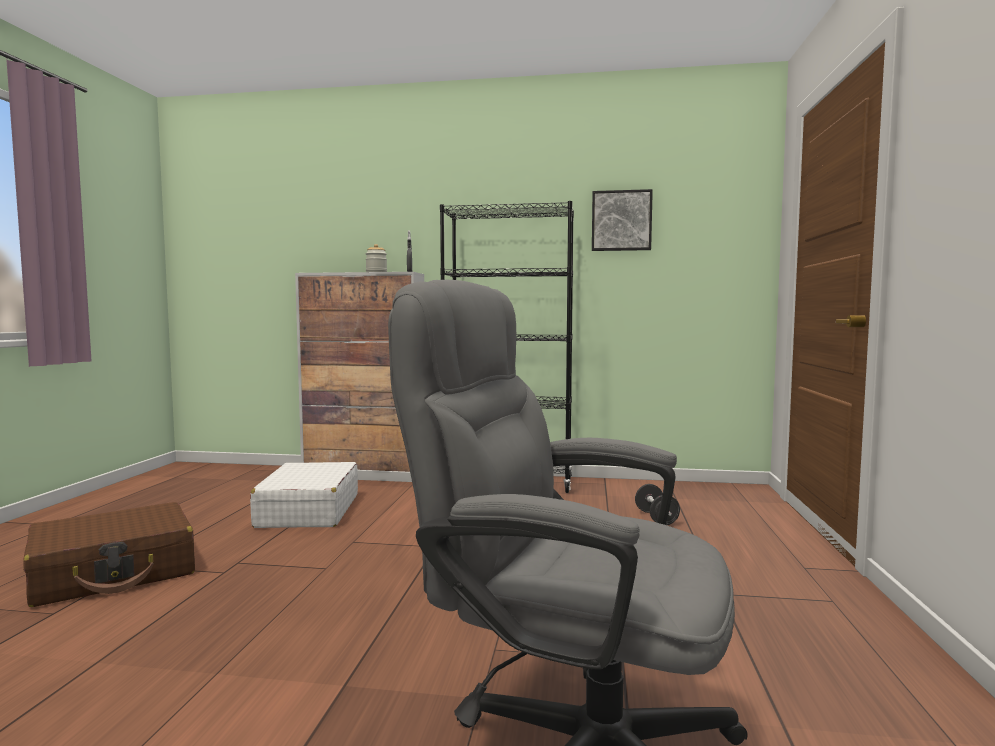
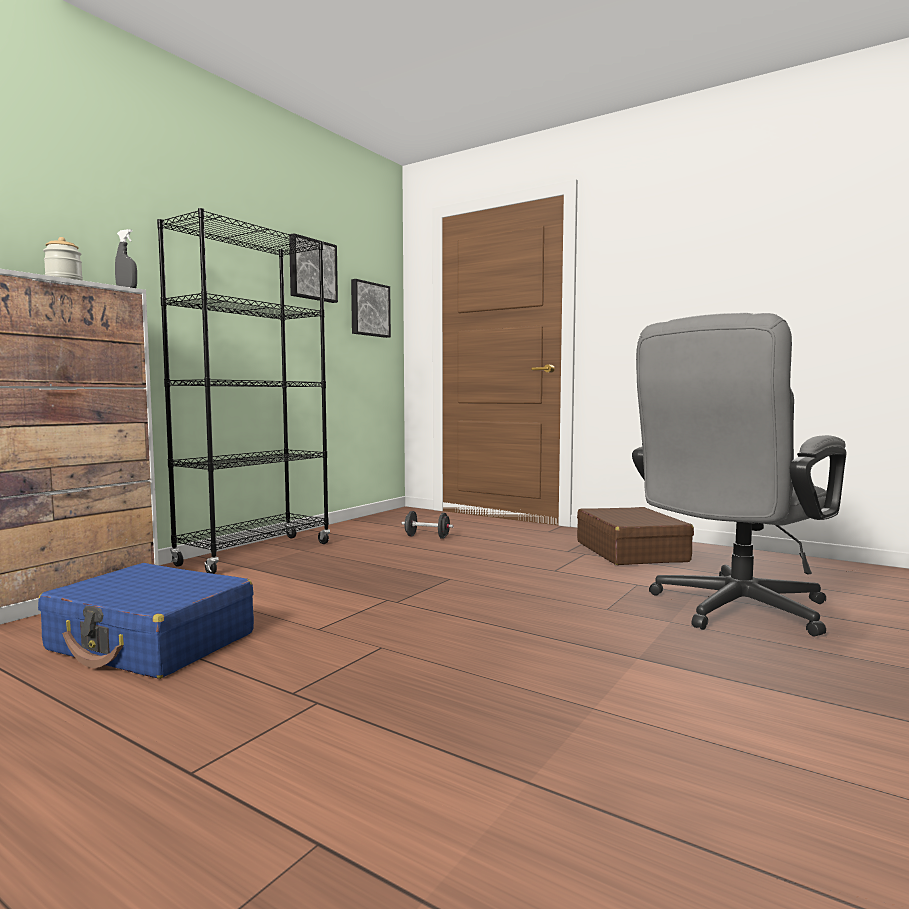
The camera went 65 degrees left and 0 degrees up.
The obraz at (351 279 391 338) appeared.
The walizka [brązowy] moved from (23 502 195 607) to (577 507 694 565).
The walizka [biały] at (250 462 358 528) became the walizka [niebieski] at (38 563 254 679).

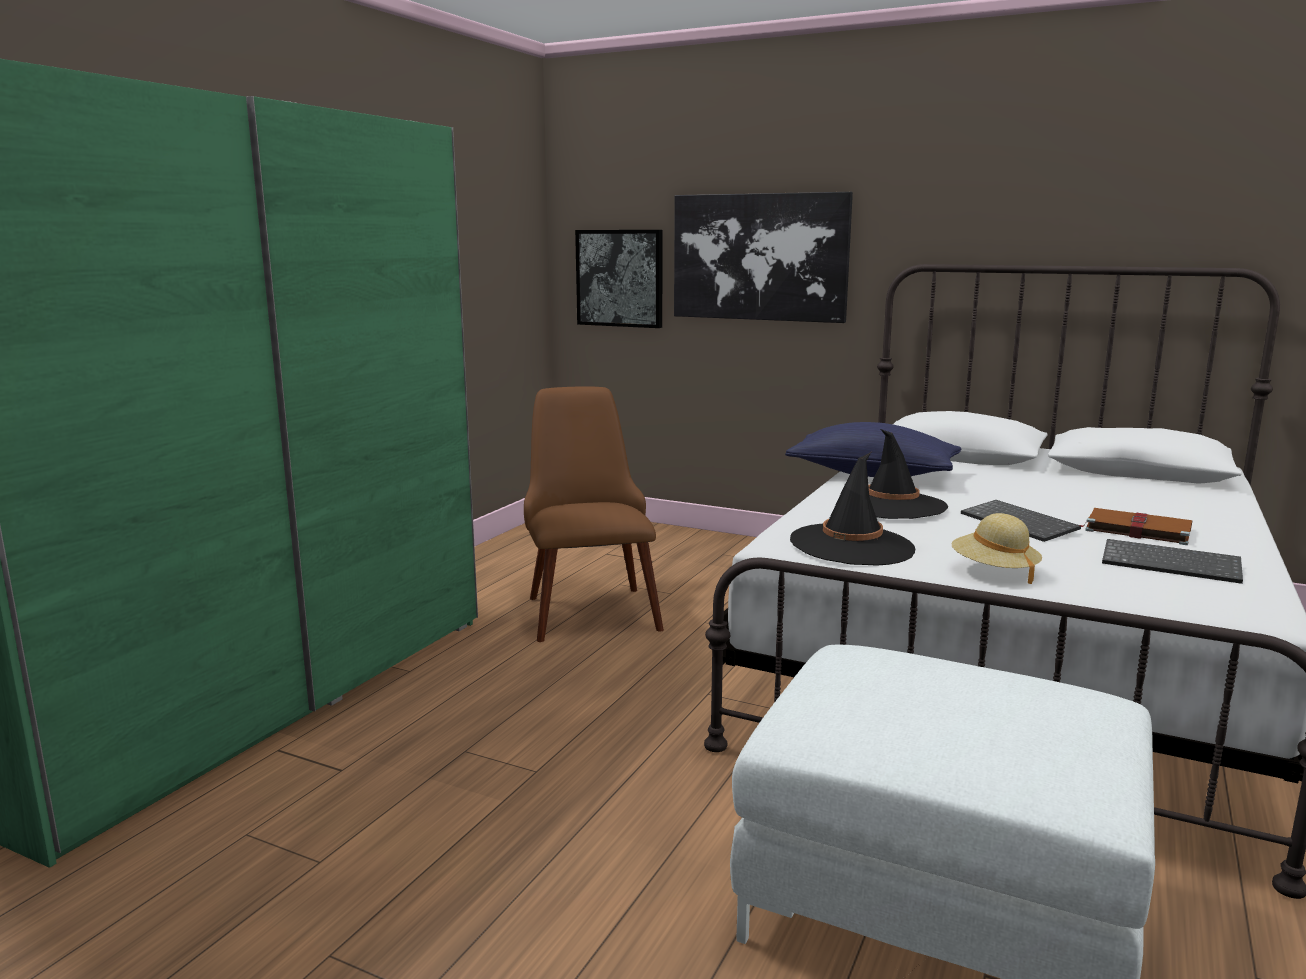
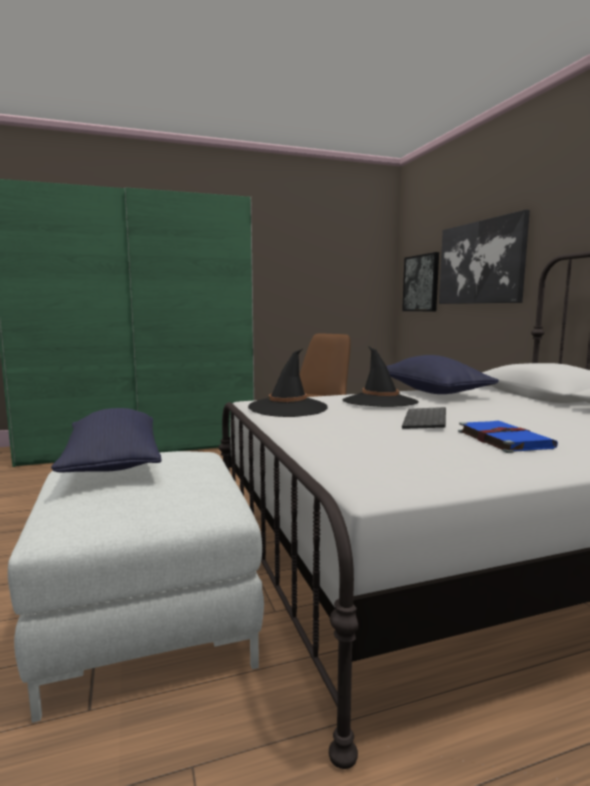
The camera went 45 degrees right and 5 degrees down.
The kapelusz [beżowy] at (951 513 1042 584) disappeared.
The klawiatura at (1102 539 1243 584) disappeared.
The poduszka [niebieski] at (51 408 161 473) appeared.
The książka [brązowy] at (1080 508 1192 545) became the książka [niebieski] at (458 421 558 453).

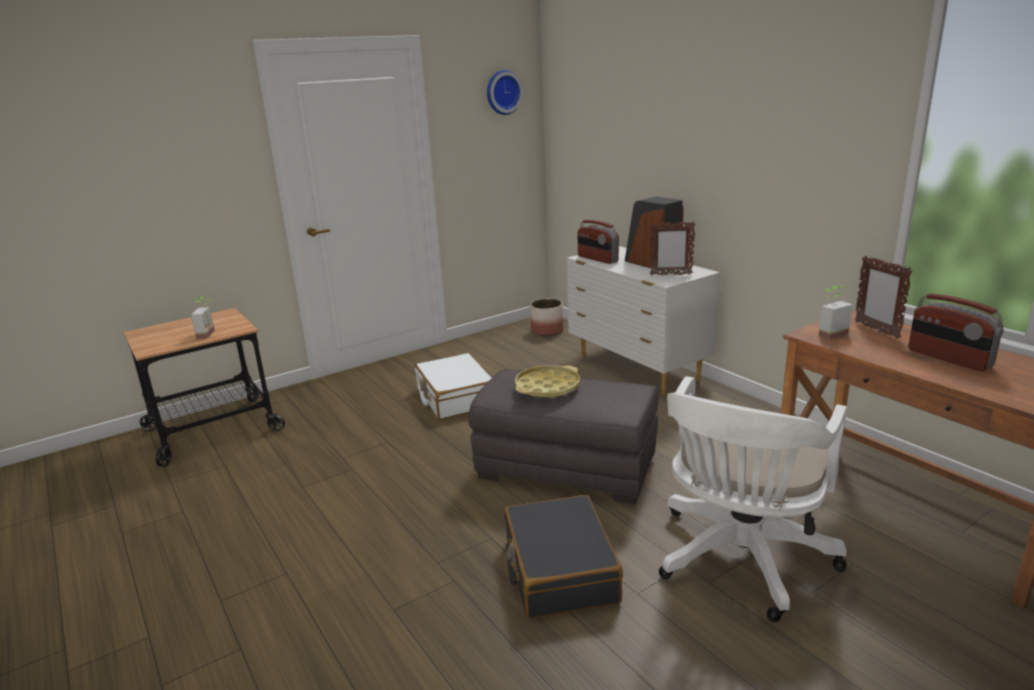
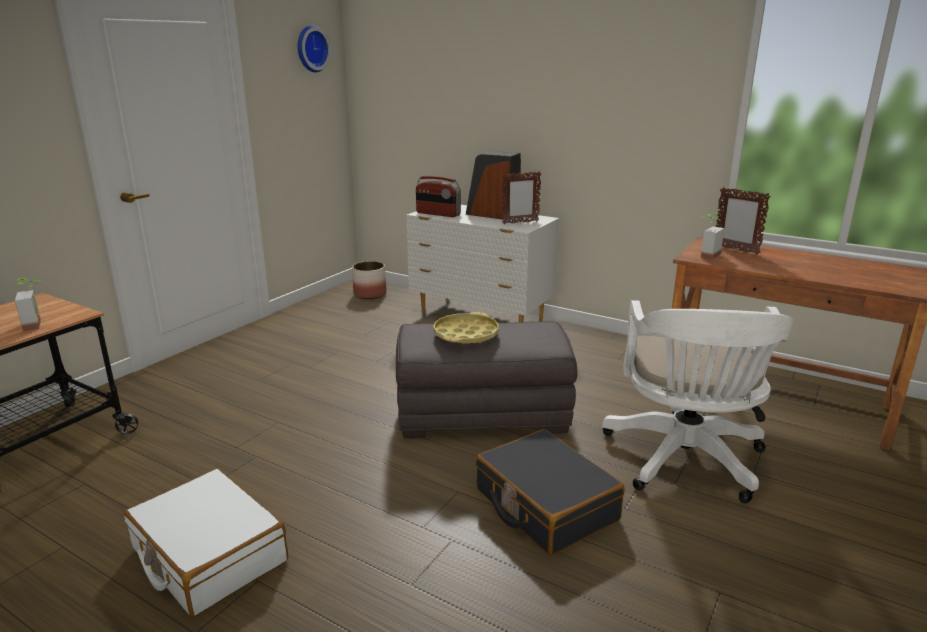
The camera went 25 degrees left and 0 degrees up.
The radio at (909 294 1004 372) disappeared.
The walizka [biały] moved from (415 353 492 420) to (124 468 288 617).

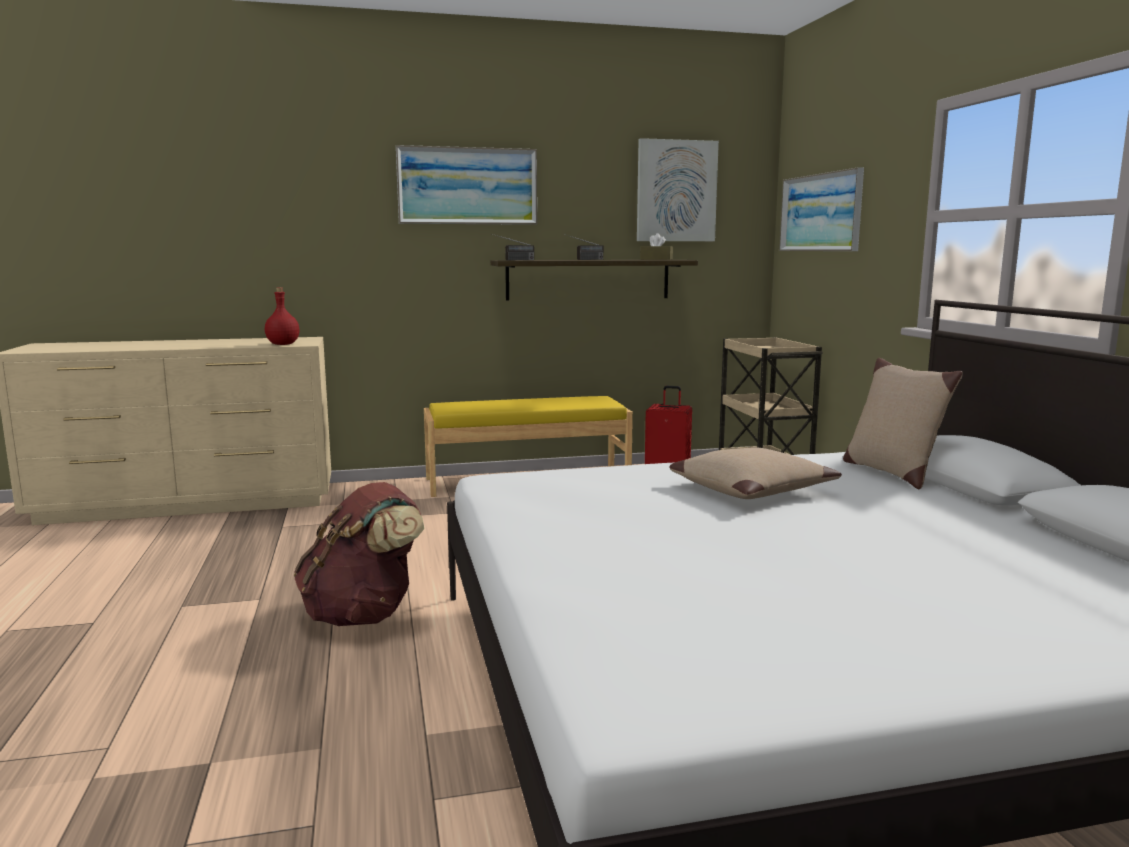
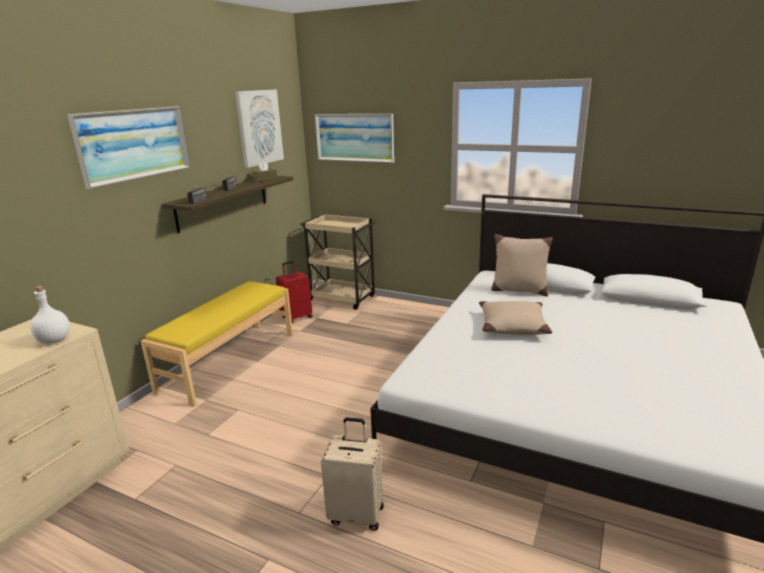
The camera went 50 degrees left and 10 degrees up.
The plecak [brązowy] at (294 482 424 626) was replaced by the walizka [beżowy] at (321 417 384 531).
The butelka [czerwony] at (265 287 299 345) became the butelka [biały] at (30 286 70 344).

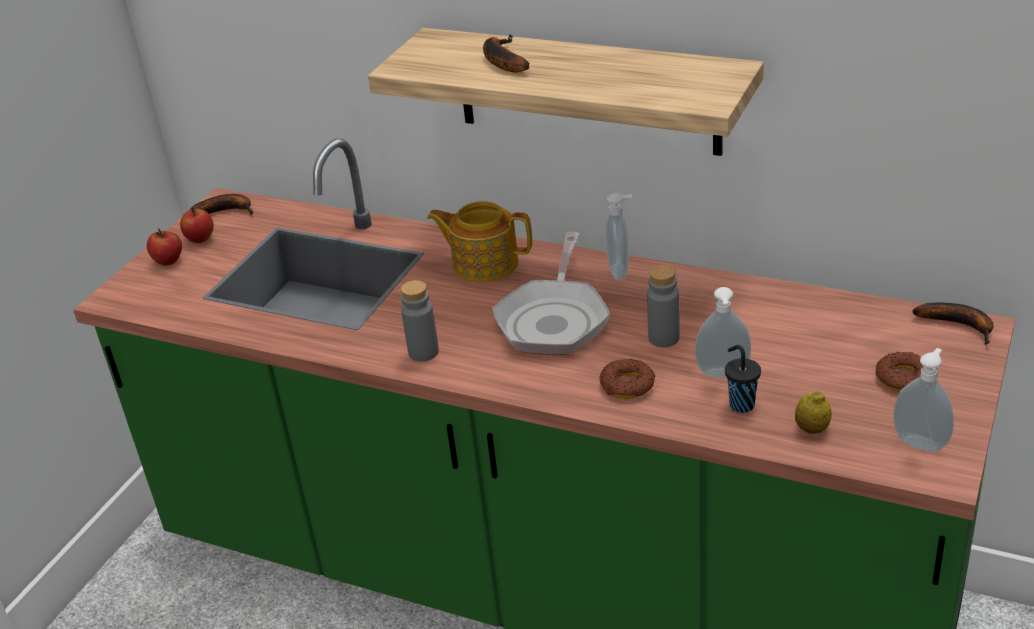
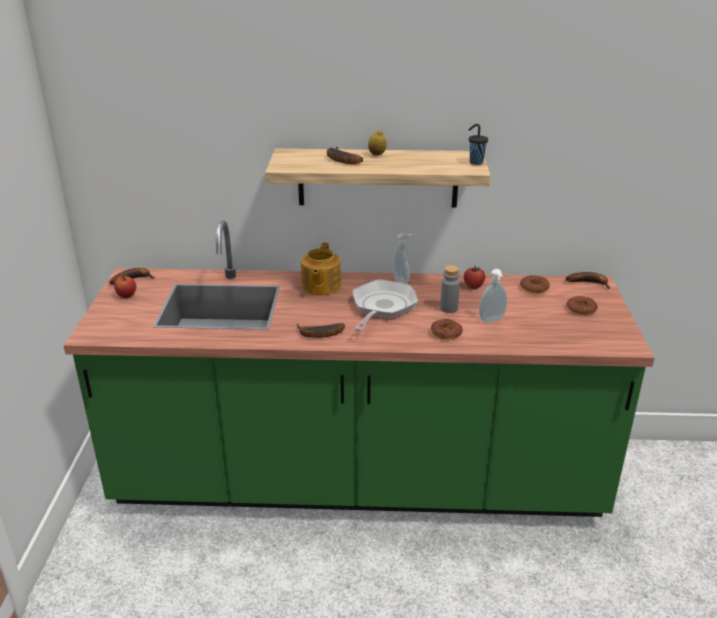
The camera went 25 degrees left and 5 degrees down.
The dozownik mydła at (893 348 954 452) disappeared.
The donut at (520 275 550 293) appeared.
The jabłko moved from (147 228 182 266) to (464 266 485 289).
The filiżanka [czarny] moved from (725 345 761 413) to (468 124 488 165).
The cytryna moved from (795 391 832 434) to (368 130 386 155).
The butelka [szary] at (401 280 439 362) was replaced by the banan at (297 323 345 338).
The imbryk at (427 201 532 282) turned 75 degrees counterclockwise.
The patelnia at (492 232 610 355) turned 150 degrees counterclockwise.

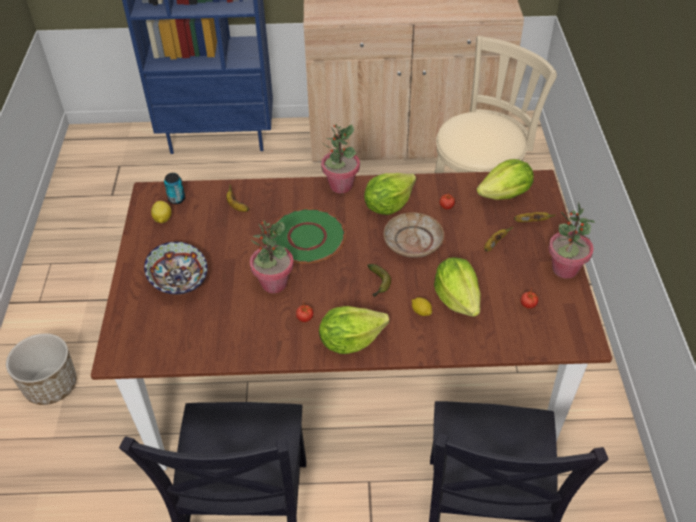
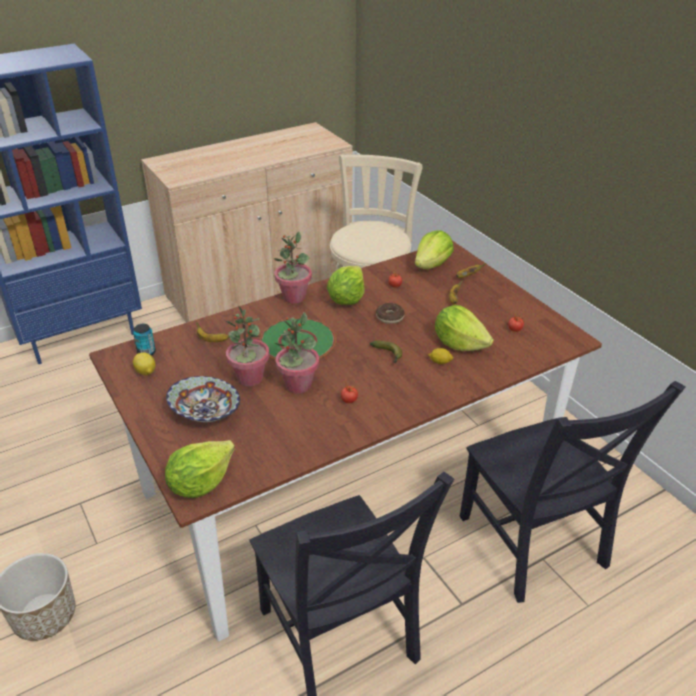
The camera went 30 degrees left and 10 degrees down.
The sałata moved from (319 306 389 354) to (165 440 235 498).
The roślina doniczkowa moved from (548 202 595 279) to (225 305 270 386).
The talerz [beżowy] at (384 212 444 258) was replaced by the donut at (376 303 405 324).

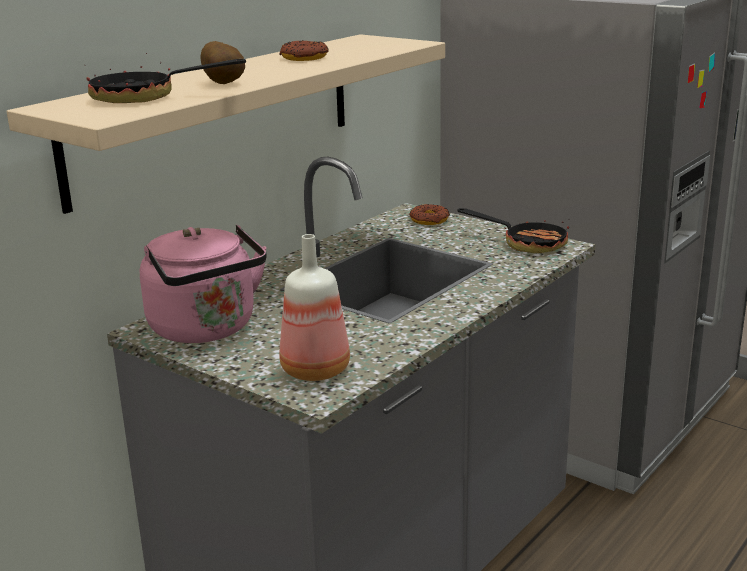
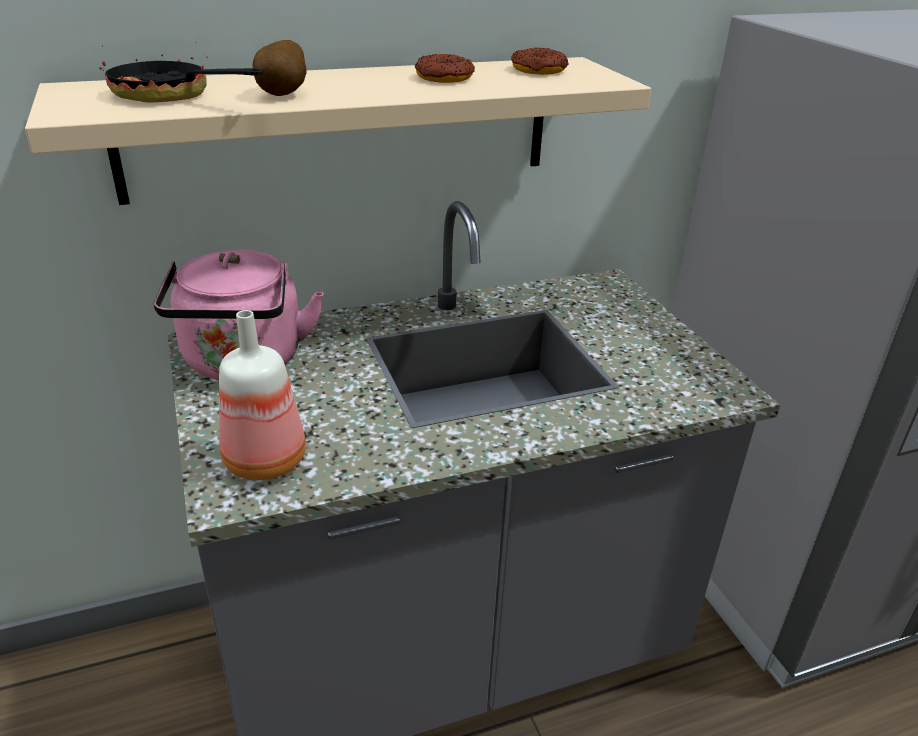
The camera went 30 degrees right and 10 degrees up.
The patelnia at (457 208 569 253) disappeared.
The donut moved from (409 204 450 225) to (511 48 569 75).

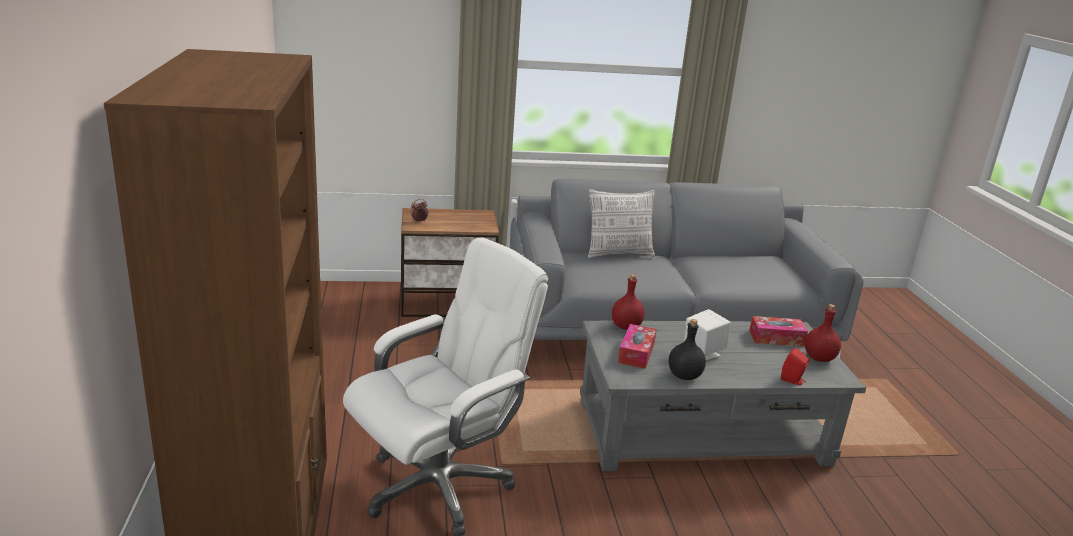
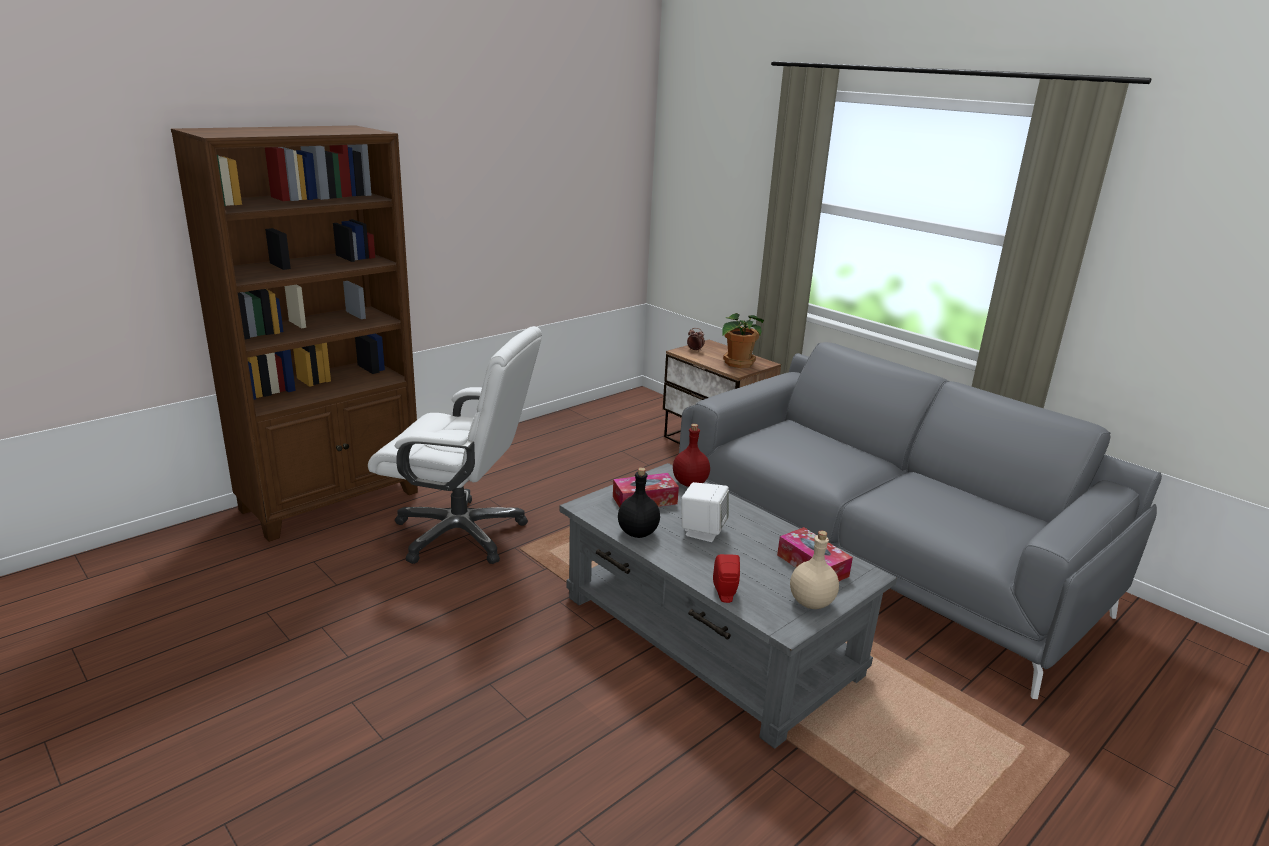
The camera went 55 degrees right and 0 degrees up.
The poduszka at (588 189 655 258) disappeared.
The roślina doniczkowa at (722 313 764 368) appeared.
The butelka [czerwony] at (805 304 841 362) became the butelka [beżowy] at (790 531 839 609).

